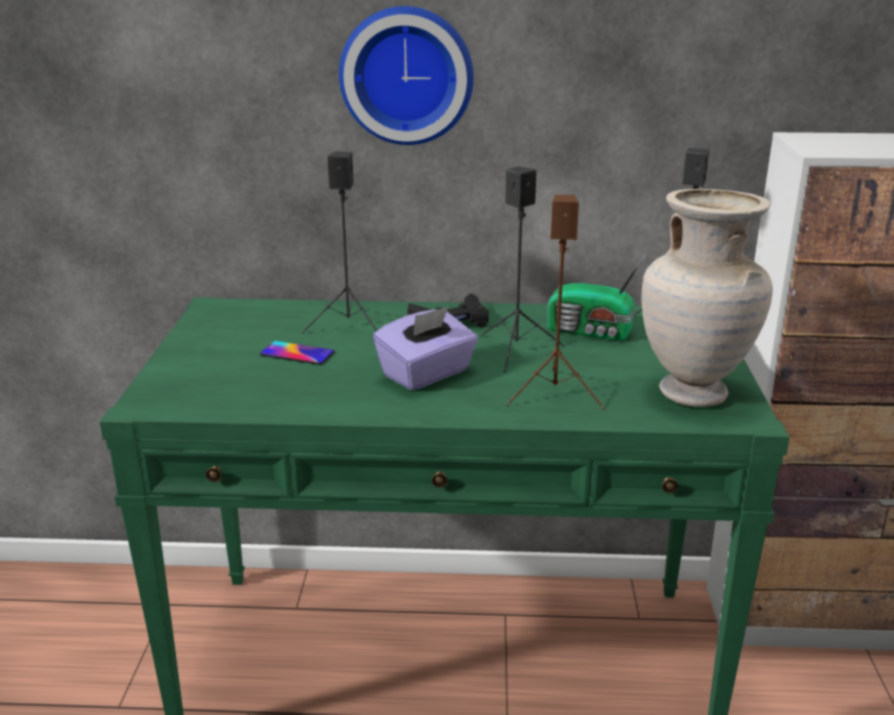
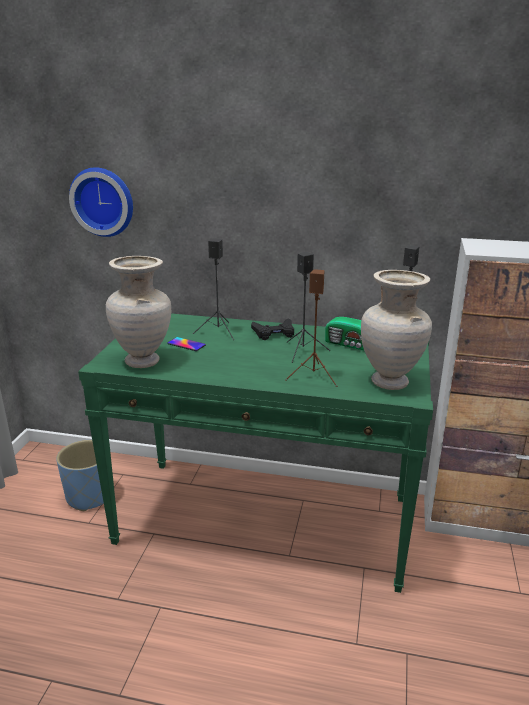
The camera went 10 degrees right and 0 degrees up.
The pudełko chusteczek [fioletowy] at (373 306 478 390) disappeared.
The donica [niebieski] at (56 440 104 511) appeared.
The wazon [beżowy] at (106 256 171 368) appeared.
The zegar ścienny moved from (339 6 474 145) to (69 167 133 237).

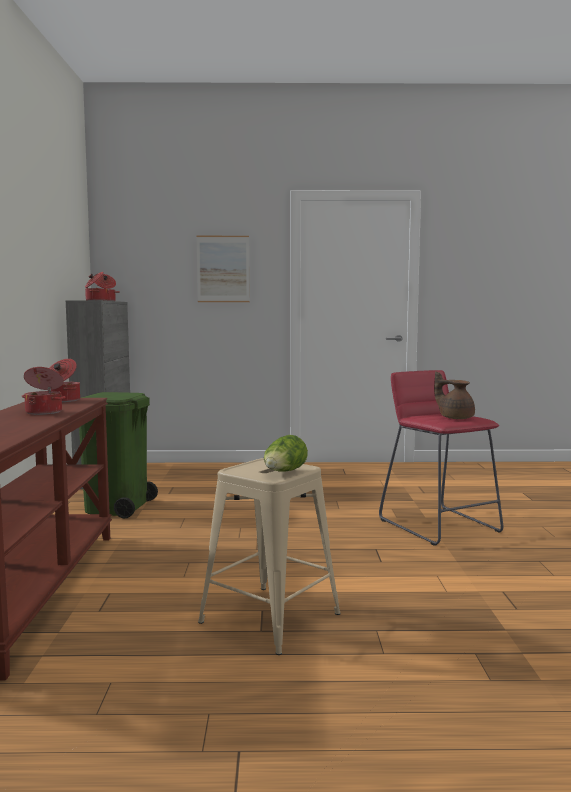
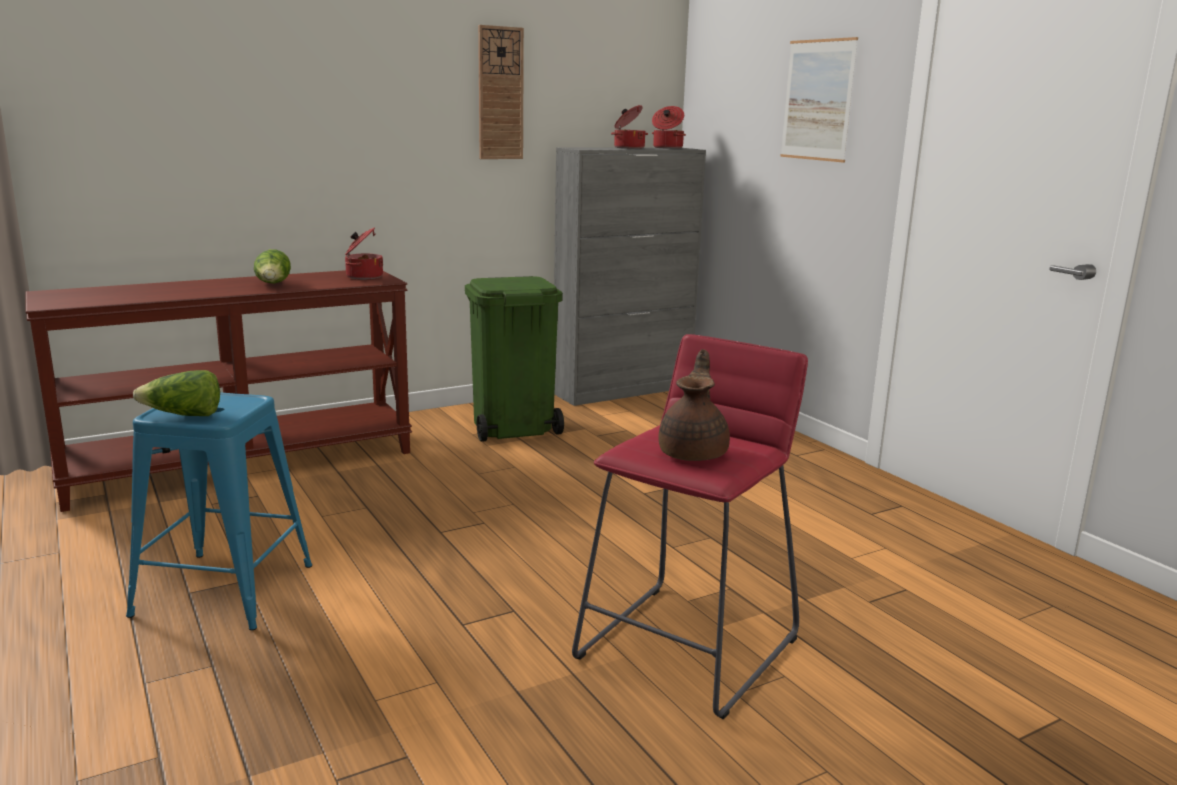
The camera went 60 degrees right and 10 degrees up.
The zegar ścienny at (478 25 524 159) appeared.
The garnek at (22 367 66 415) was replaced by the sałata at (254 249 291 283).
The stołek [beżowy] at (198 458 341 655) became the stołek [niebieski] at (126 392 312 630).

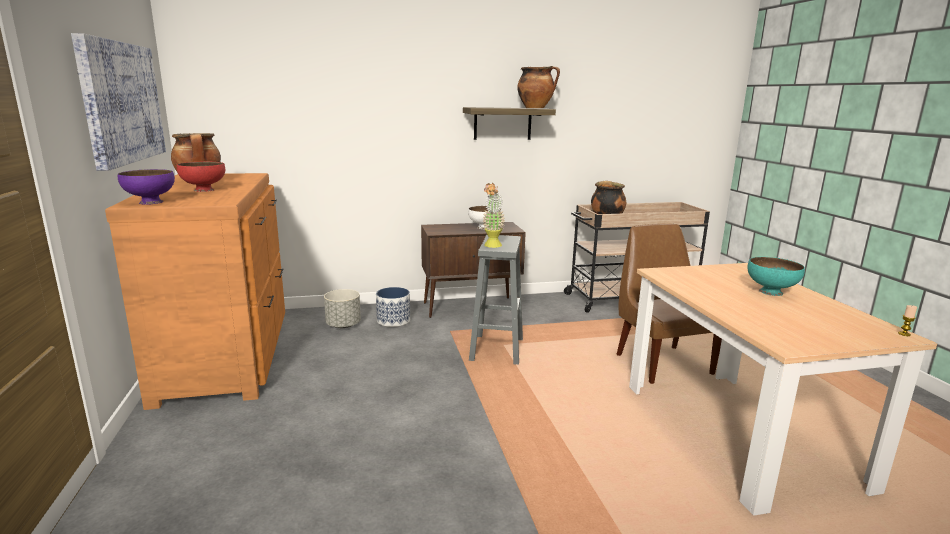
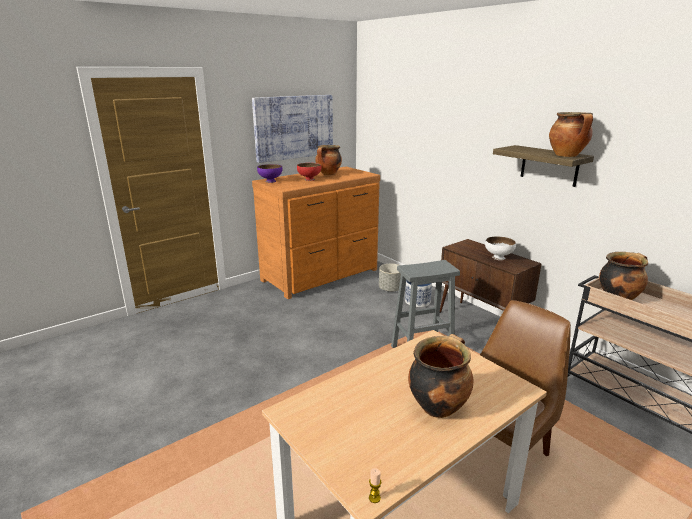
The camera went 65 degrees right and 5 degrees up.
The roślina doniczkowa at (483 183 505 248) disappeared.
The miska [turkusowy] at (747 257 805 296) was replaced by the garnek at (408 334 473 418).

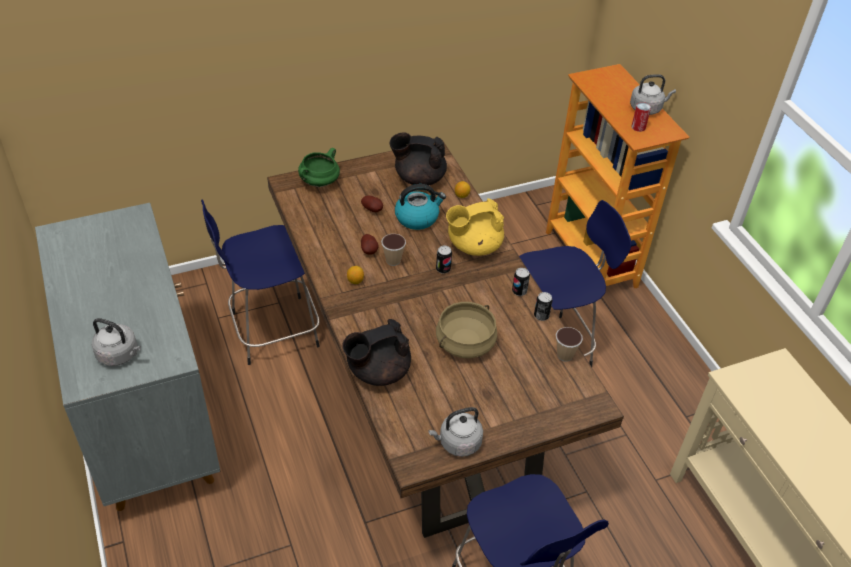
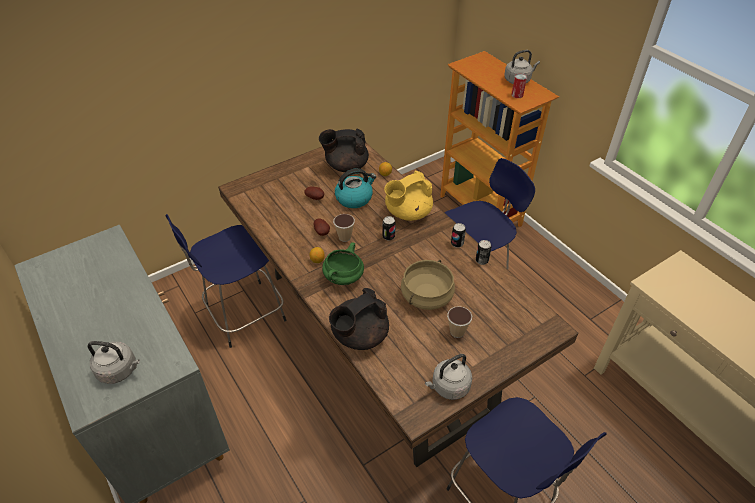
The camera went 10 degrees left and 0 degrees up.
The garnek [zielony] moved from (298 148 340 187) to (322 242 364 285).
The filiżanka moved from (556 327 583 362) to (447 306 472 338).

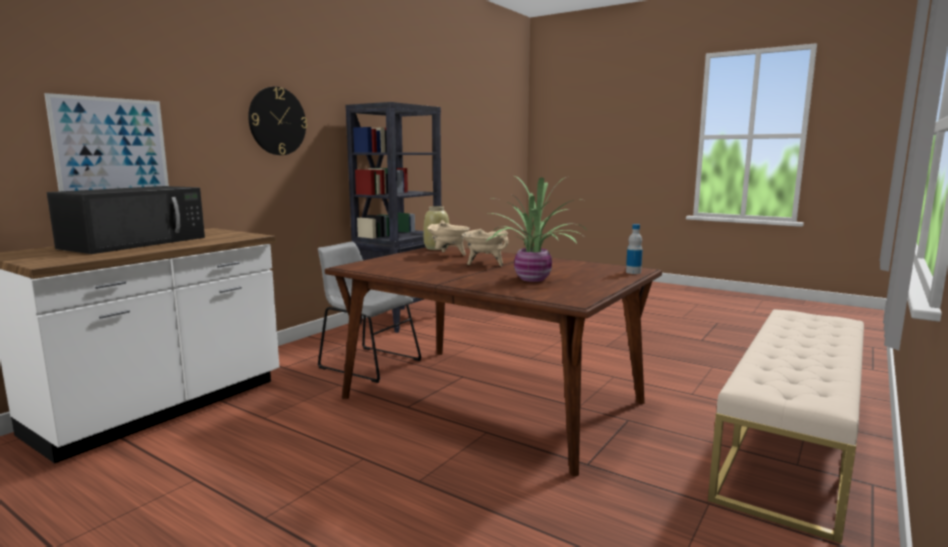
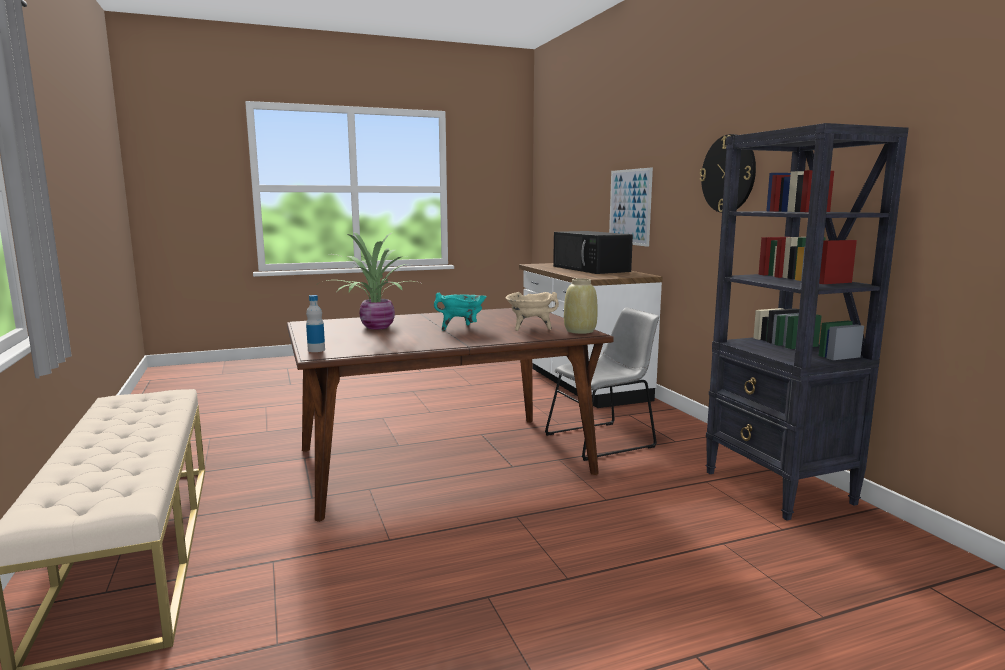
The camera went 125 degrees right and 0 degrees up.
The garnek [beżowy] at (462 229 509 266) became the garnek [turkusowy] at (434 293 487 331).

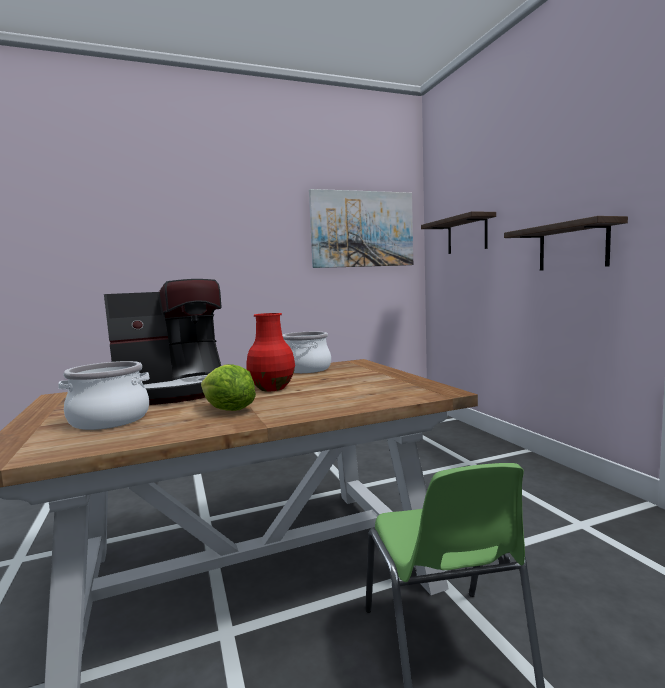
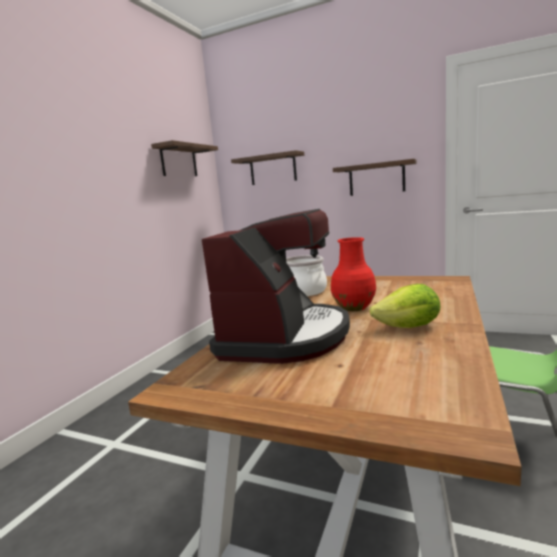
The camera went 45 degrees left and 5 degrees up.
The garnek at (59 361 150 430) disappeared.
The obraz at (309 189 413 268) was replaced by the półka at (151 140 218 176).

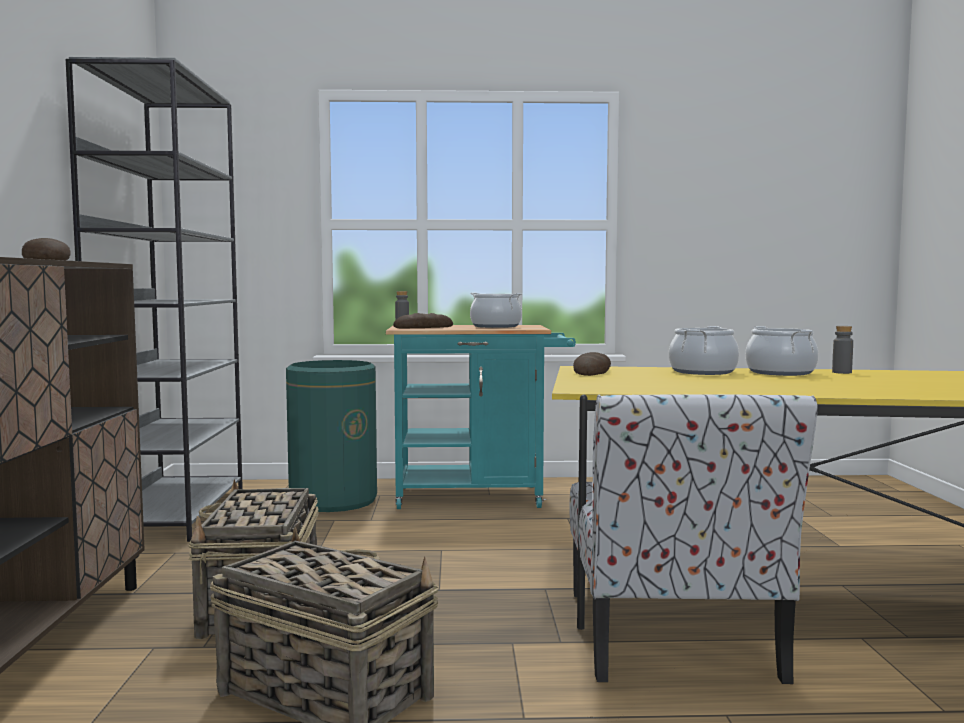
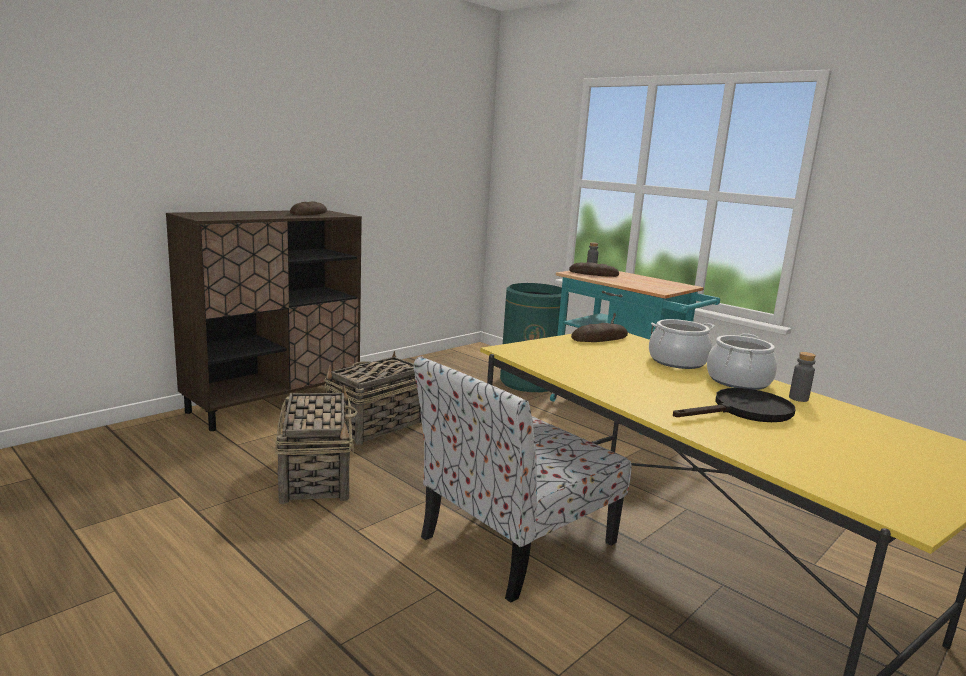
The camera went 45 degrees right and 10 degrees up.
The regał [szary] at (66 57 243 542) disappeared.
The garnek at (470 293 522 328) disappeared.
The patelnia [czarny] at (673 388 796 422) appeared.

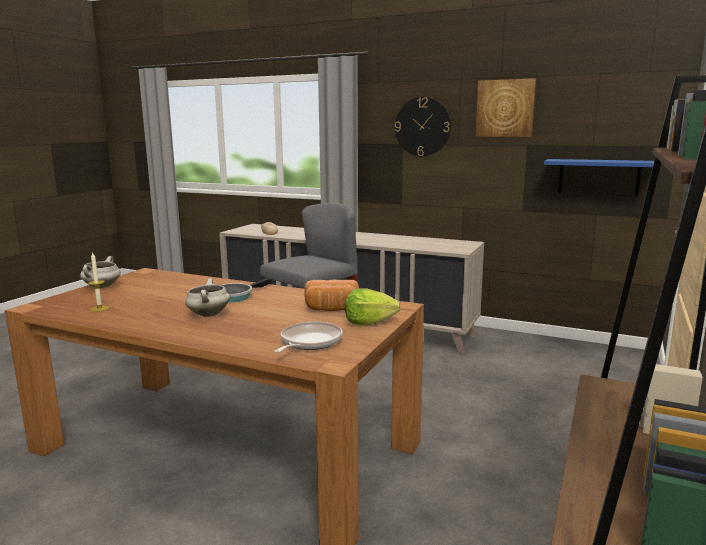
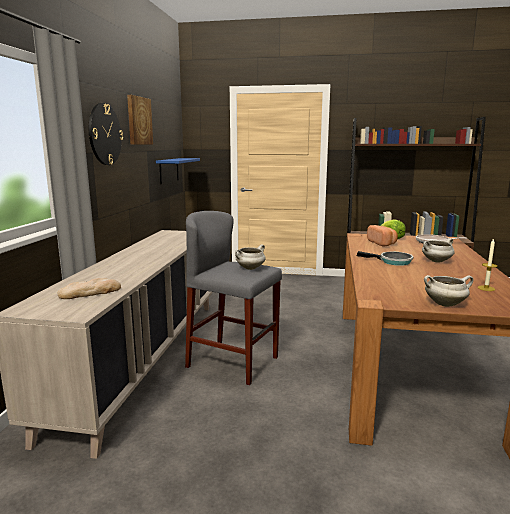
The camera went 105 degrees left and 0 degrees up.
The garnek [biały] at (235 244 266 270) appeared.

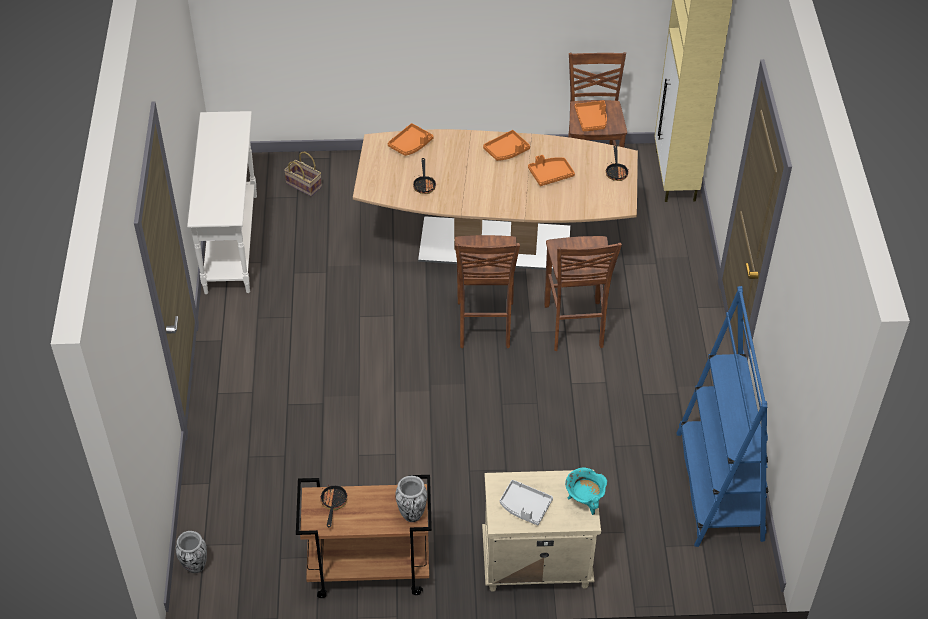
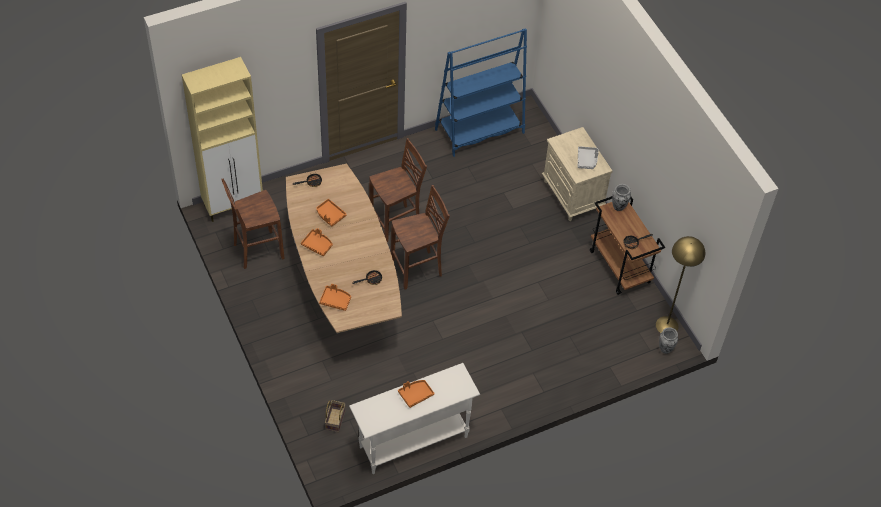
The camera went 115 degrees left and 5 degrees up.
The garnek [turkusowy] at (565 467 607 515) disappeared.
The lampa stojąca [żółty] at (656 236 705 333) appeared.
The taca [pomarańczowy] moved from (575 100 607 131) to (398 380 434 408).

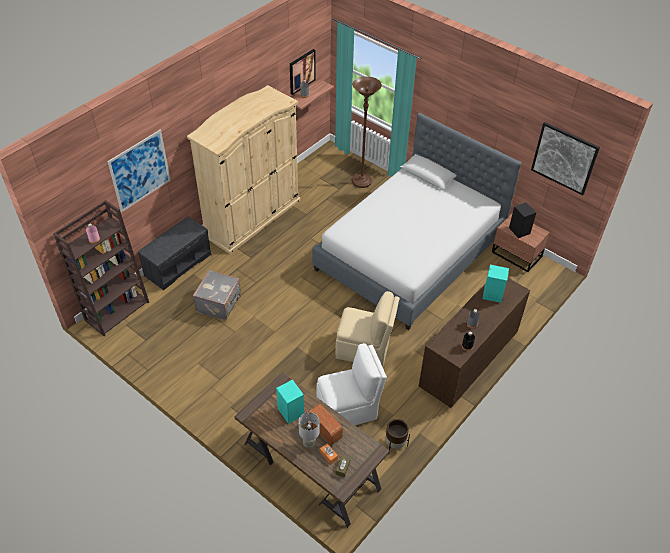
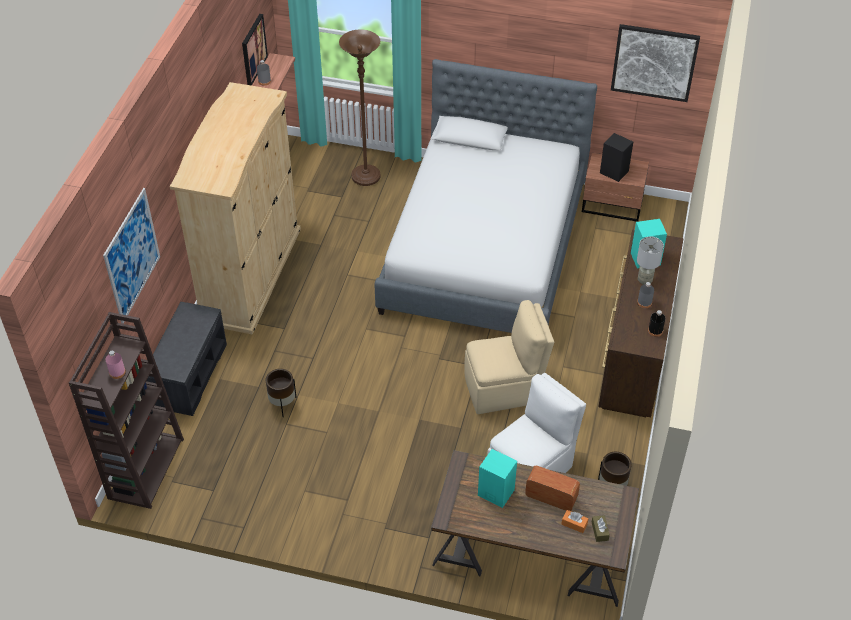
The camera went 25 degrees left and 0 degrees up.
The lampa stołowa [szary] moved from (299 412 320 449) to (637 237 664 285).
The walizka [szary] at (193 270 241 320) was replaced by the donica [brązowy] at (266 369 297 417).

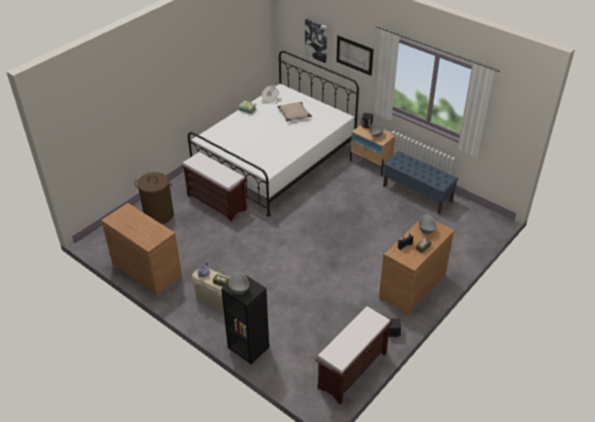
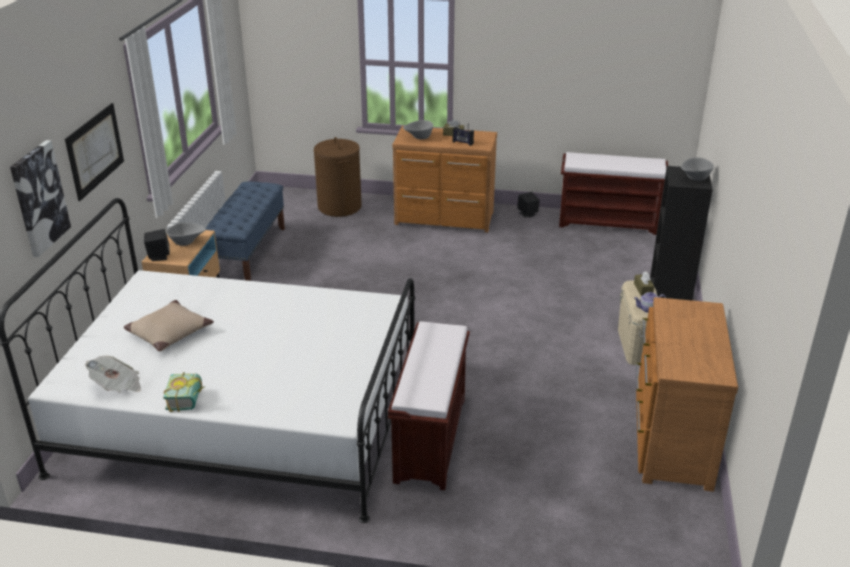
The camera went 120 degrees left and 10 degrees down.
The kosz na pranie [brązowy] moved from (134 172 174 224) to (314 137 362 217).

